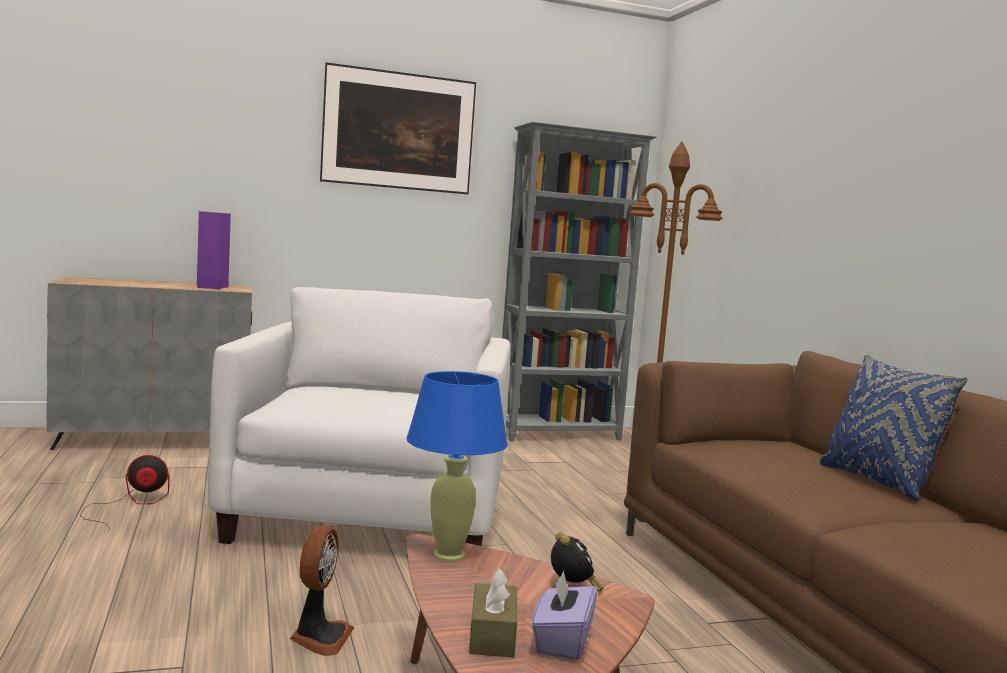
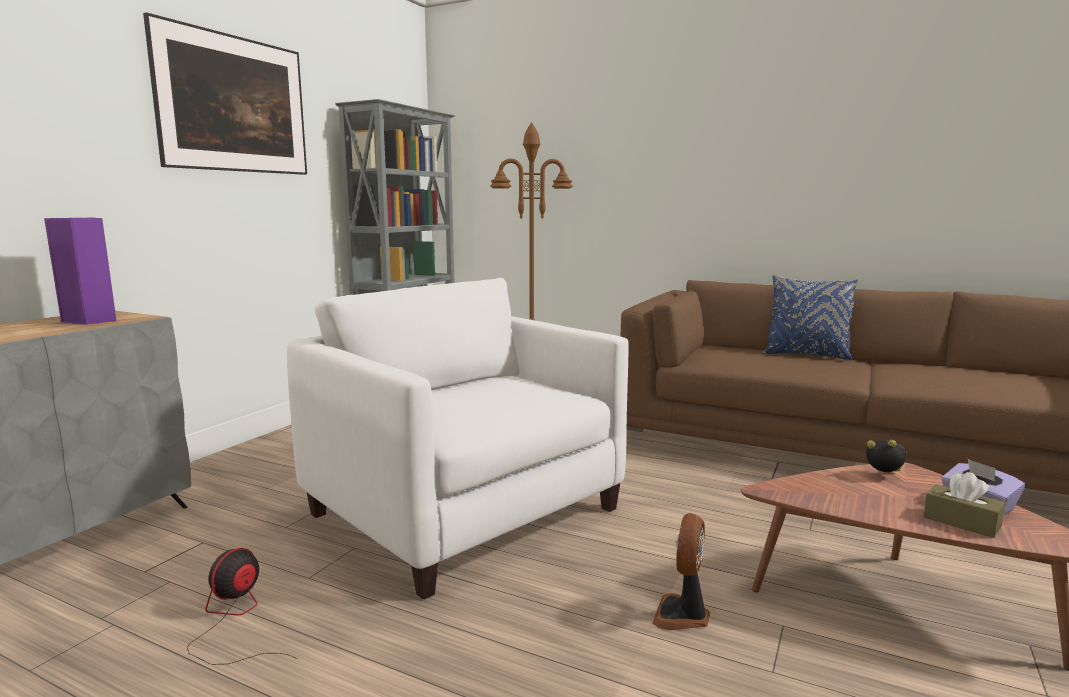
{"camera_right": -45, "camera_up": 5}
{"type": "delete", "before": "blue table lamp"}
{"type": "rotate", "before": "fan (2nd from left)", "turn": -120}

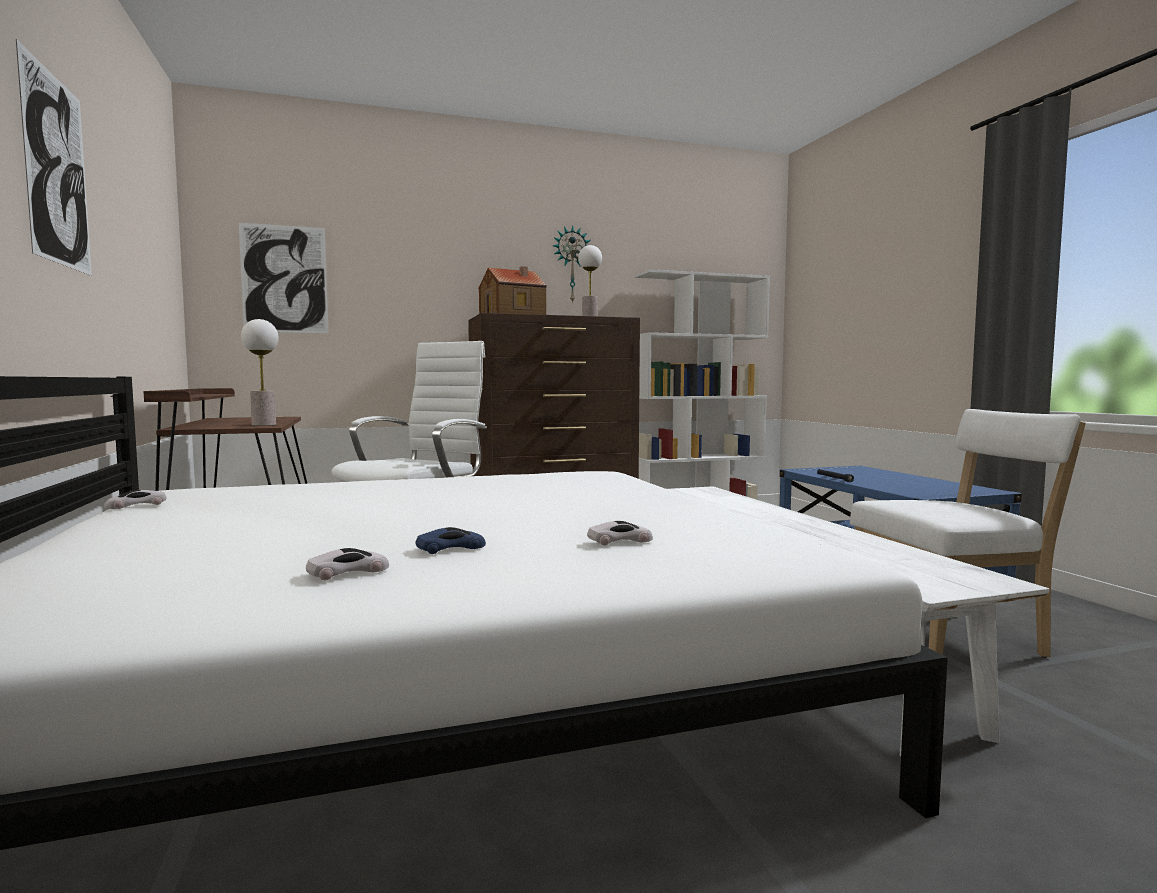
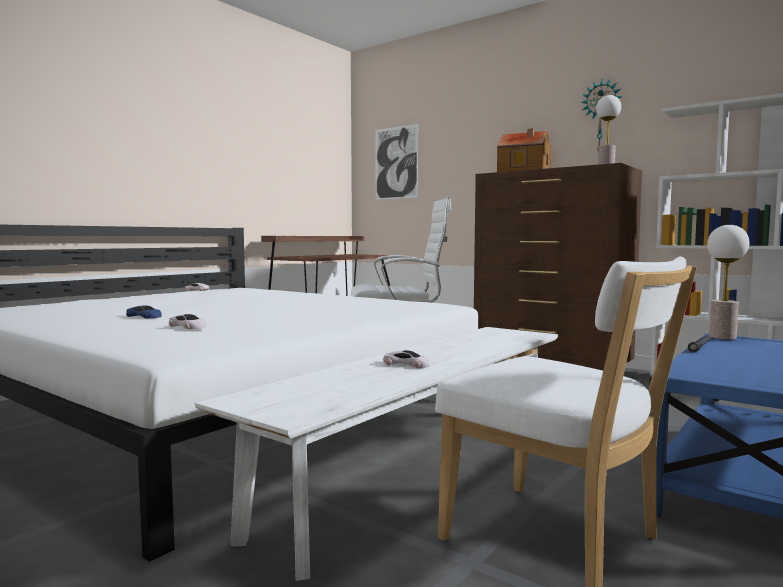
{"camera_right": 55, "camera_up": 0}
{"type": "delete", "before": "picture (1st from left)"}
{"type": "move", "before": "table lamp (1st from left in the first image)", "after": "table lamp (2nd from left)"}
{"type": "move", "before": "white toy car (2nd from left in the first image)", "after": "white toy car (3rd from left)"}

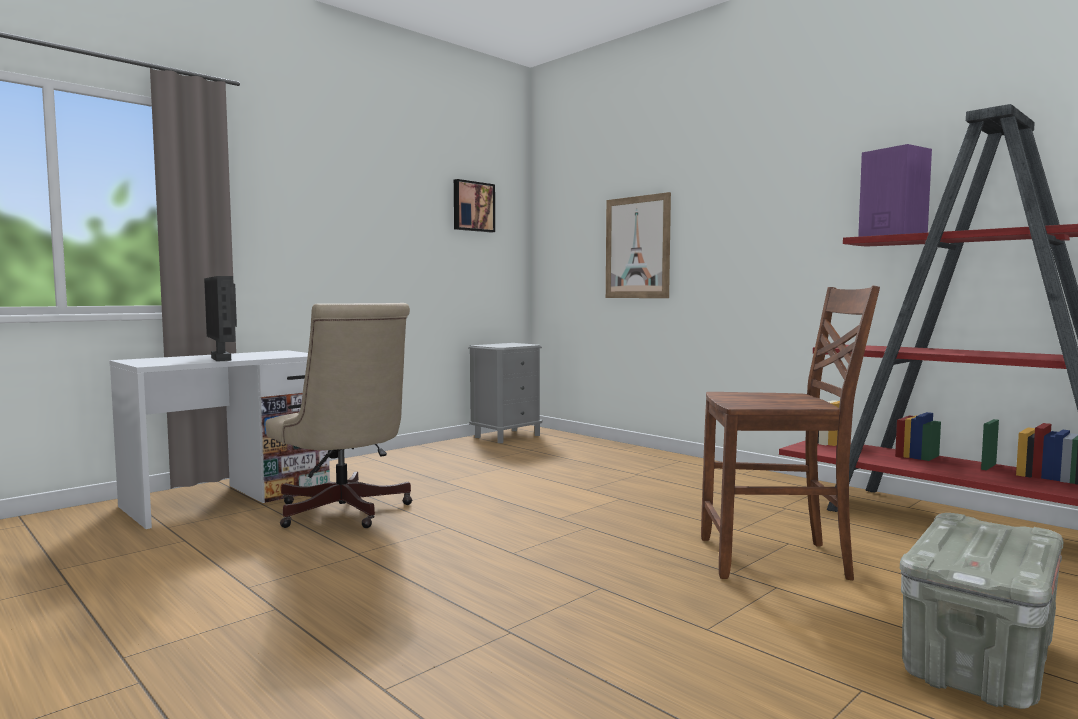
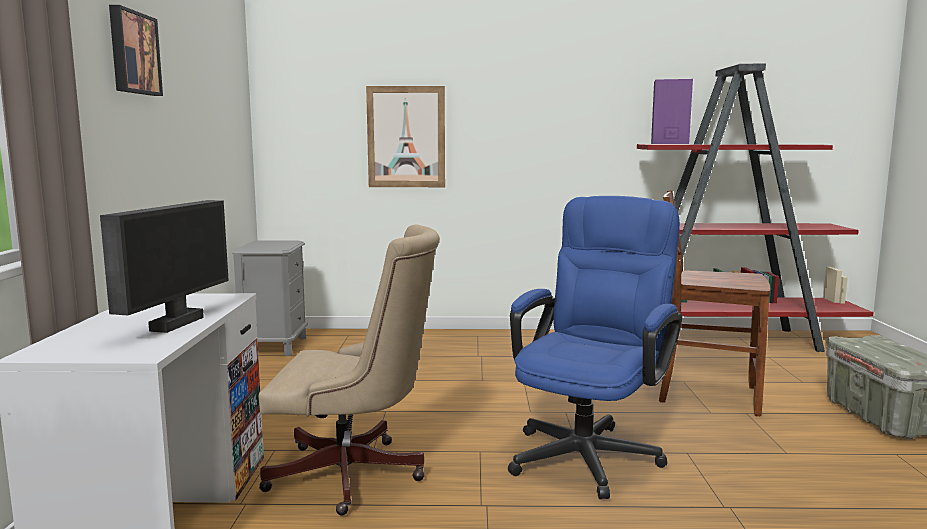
{"camera_right": -45, "camera_up": 5}
{"type": "move", "before": "picture (1st from left)"}
{"type": "rotate", "before": "monitor", "turn": -90}
{"type": "rotate", "before": "brown chair", "turn": -120}
{"type": "insert", "after": "blue office chair"}

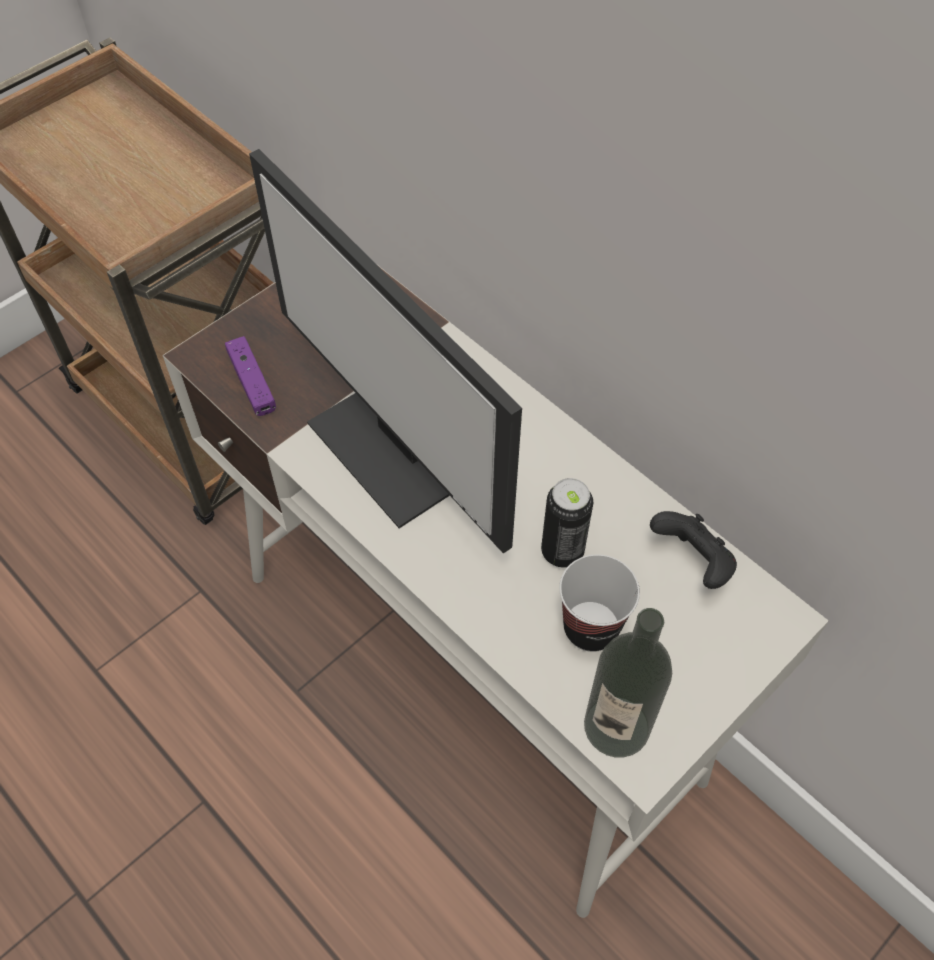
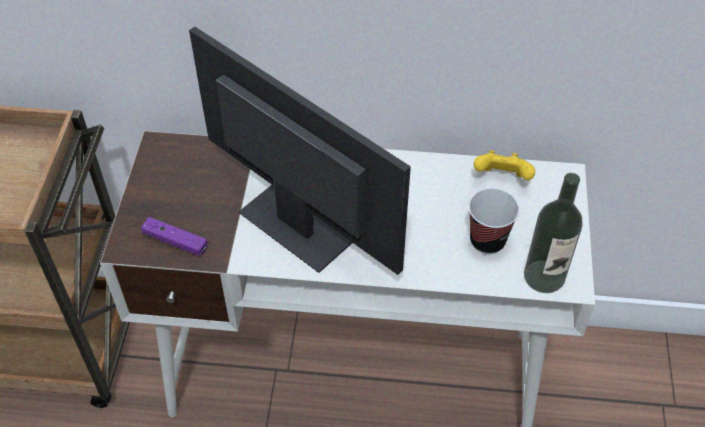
{"camera_right": -40, "camera_up": -5}
{"type": "rotate", "before": "monitor", "turn": -150}
{"type": "delete", "before": "can"}
{"type": "recolor", "before": "black game controller", "after": "yellow game controller"}

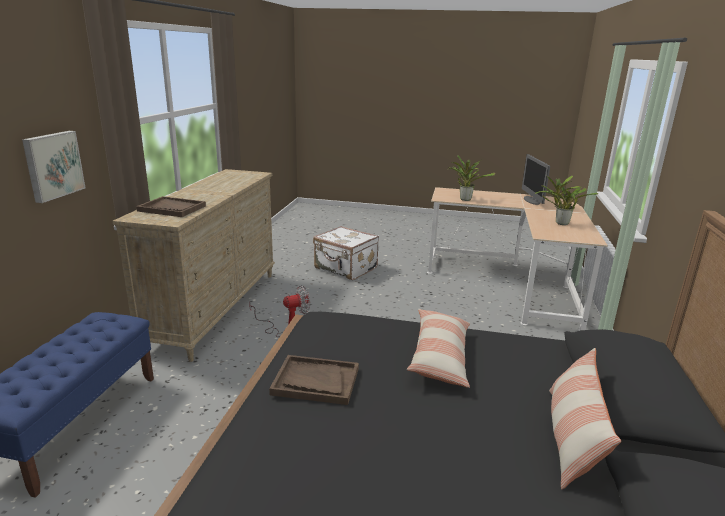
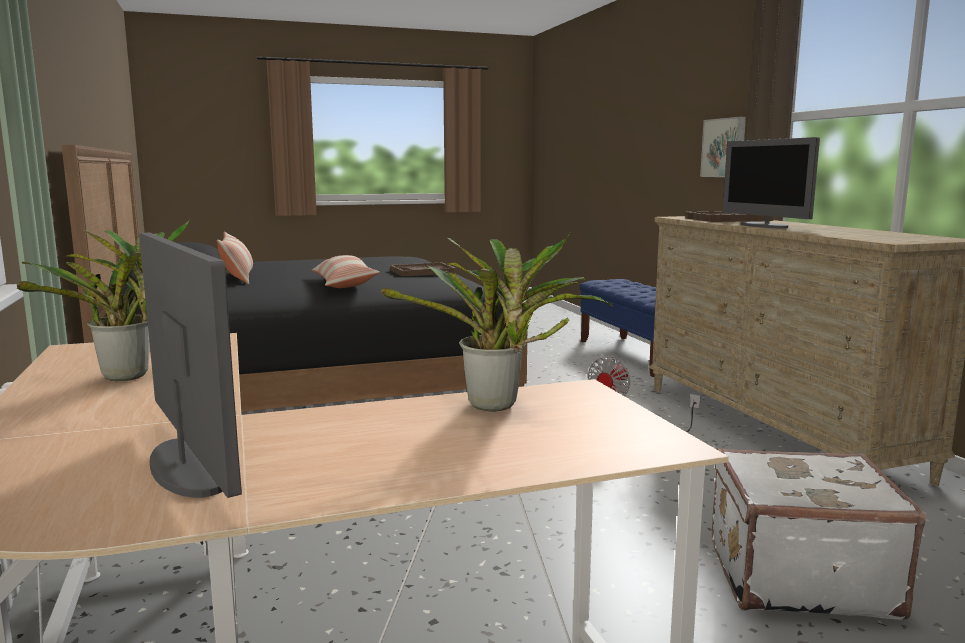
{"camera_right": 150, "camera_up": -10}
{"type": "insert", "after": "monitor (2nd from left)"}

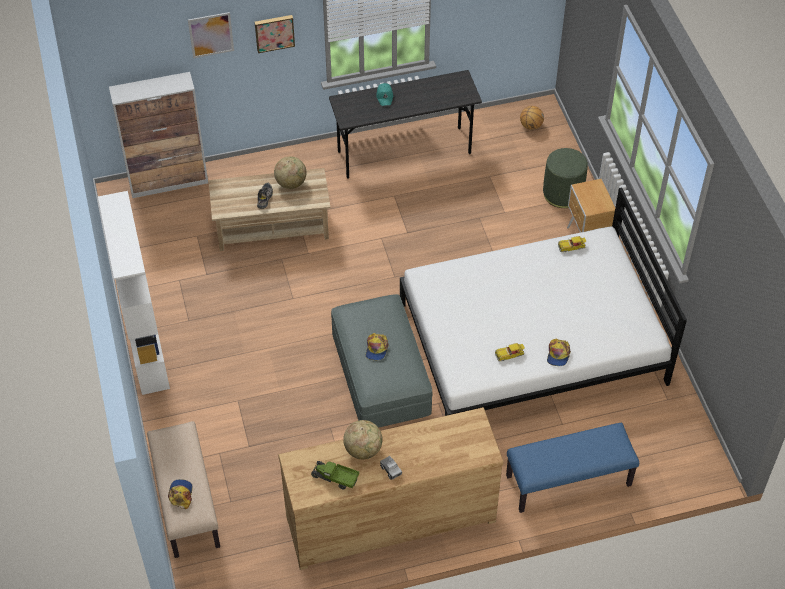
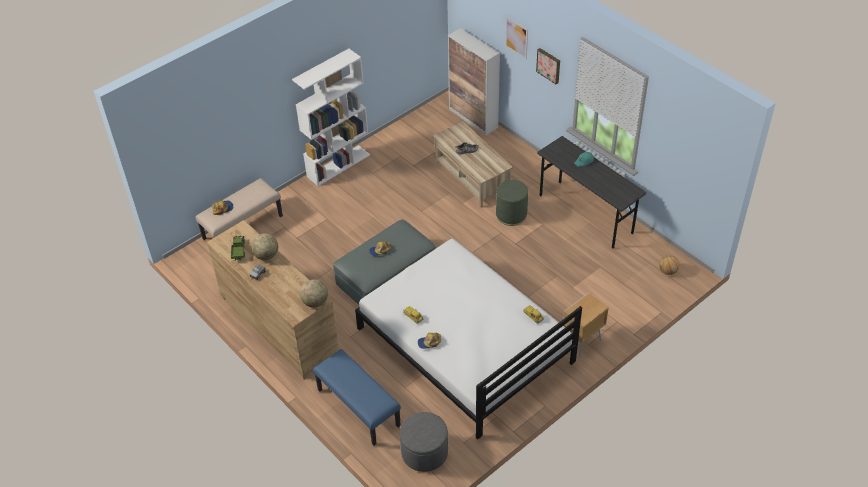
{"camera_right": 65, "camera_up": -5}
{"type": "move", "before": "green ottoman"}
{"type": "move", "before": "globe (1st from left in the first image)", "after": "globe (2nd from left)"}
{"type": "insert", "after": "grey ottoman (2nd from left)"}

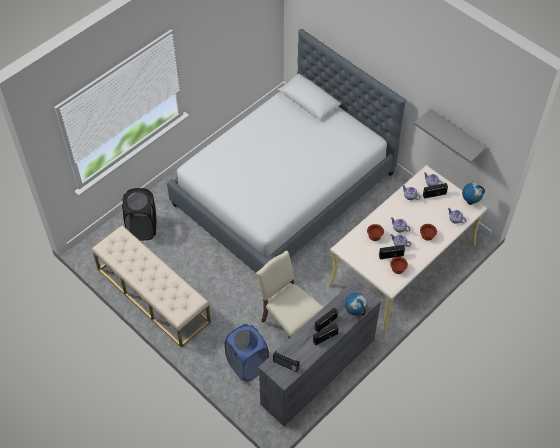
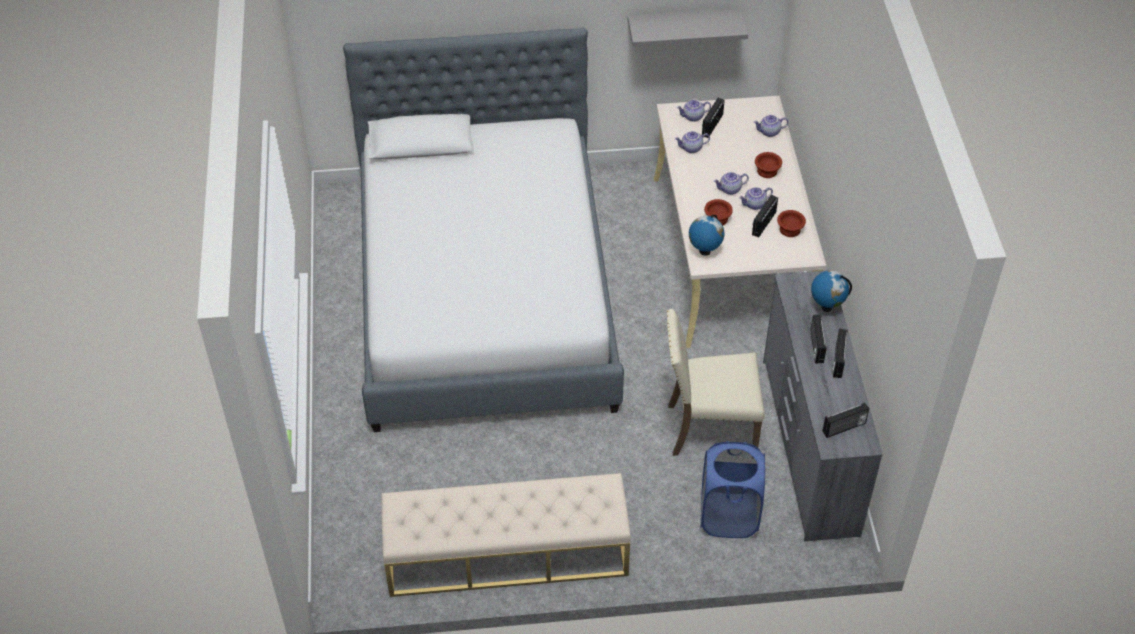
{"camera_right": -50, "camera_up": -5}
{"type": "move", "before": "globe (2nd from left in the first image)", "after": "globe (1st from left)"}
{"type": "delete", "before": "black laundry basket"}

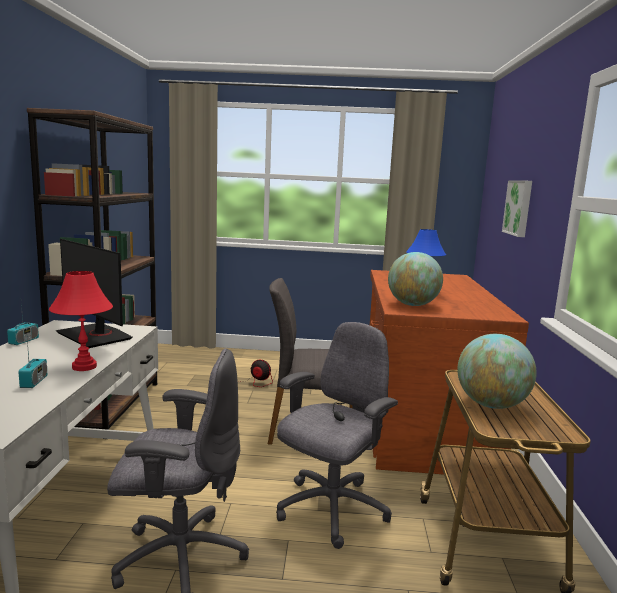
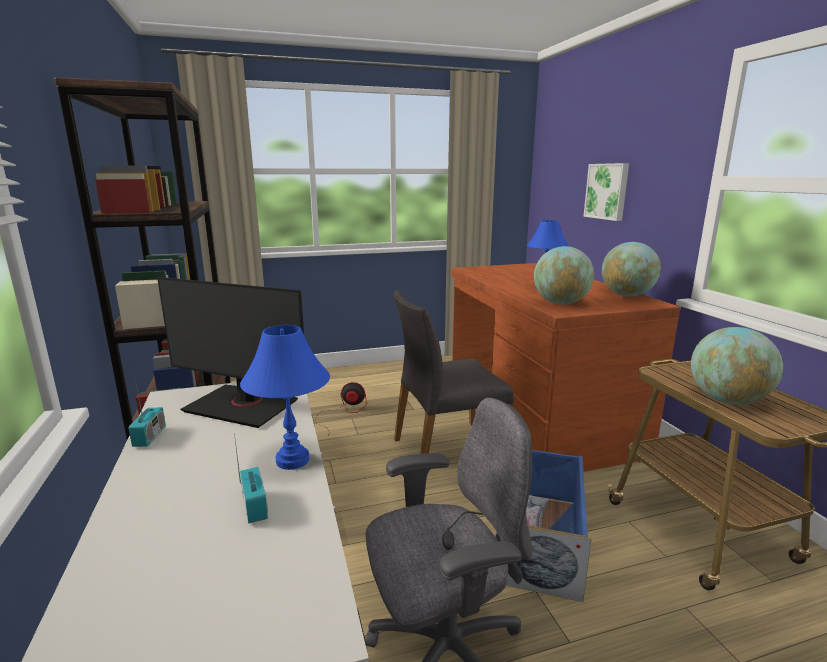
{"camera_right": -20, "camera_up": 5}
{"type": "recolor", "before": "red table lamp", "after": "blue table lamp (1st from left)"}
{"type": "replace", "before": "grey office chair (2nd from left)", "after": "blue storage box"}
{"type": "insert", "after": "globe (2nd from left)"}

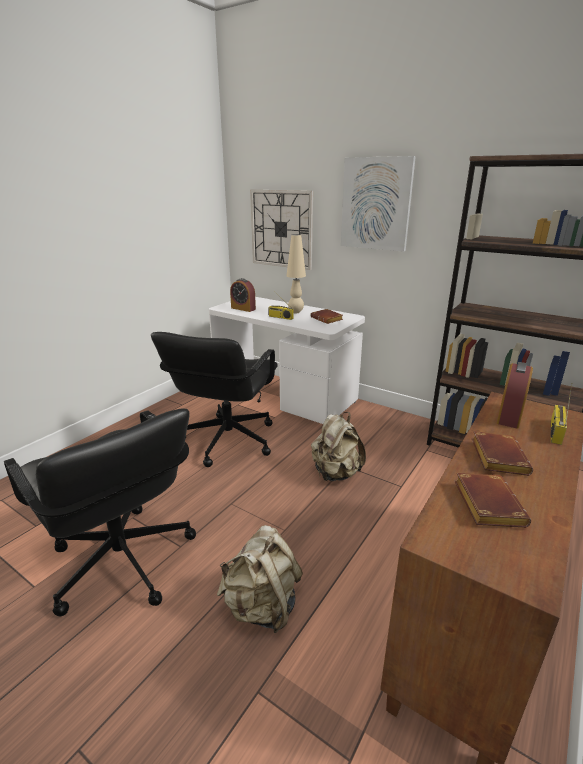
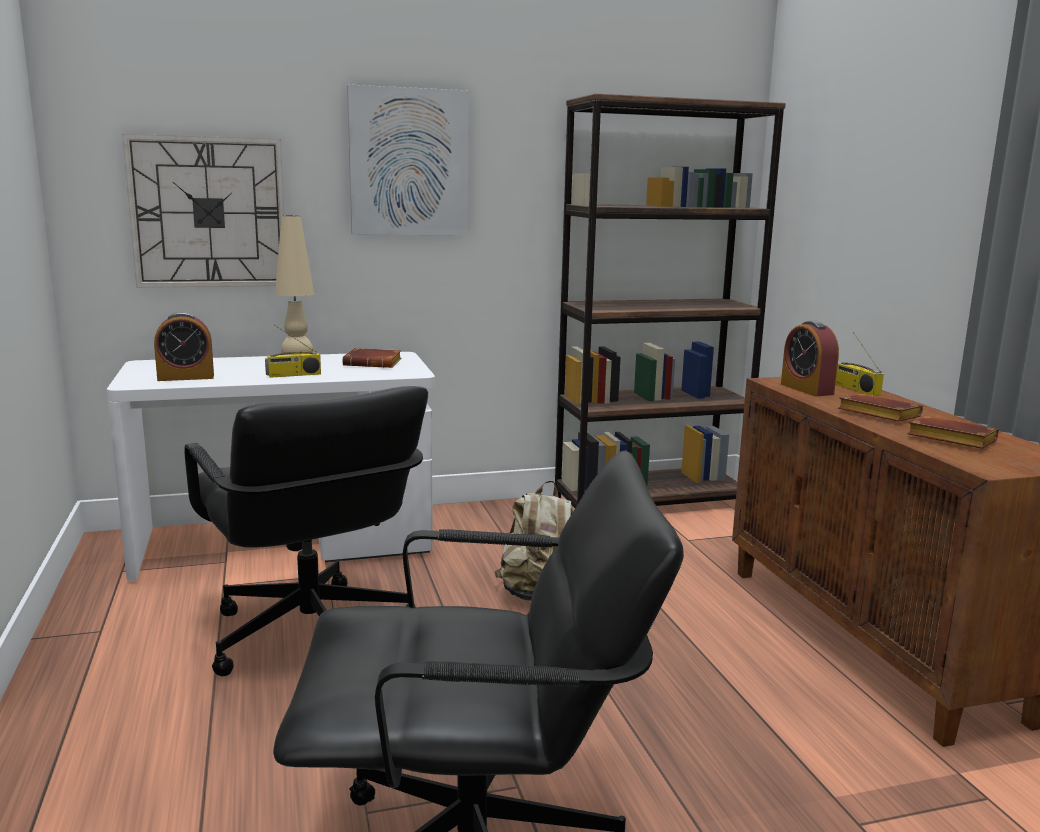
{"camera_right": -50, "camera_up": -10}
{"type": "delete", "before": "beige backpack (1st from left)"}

